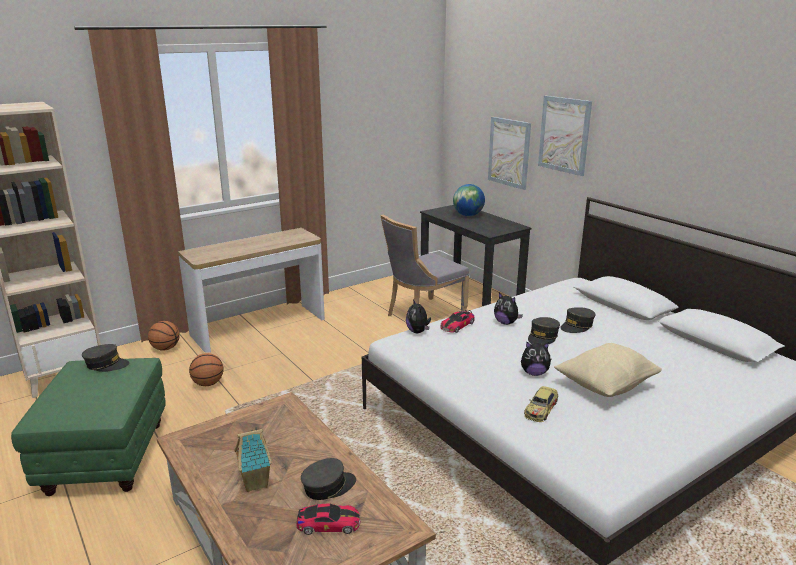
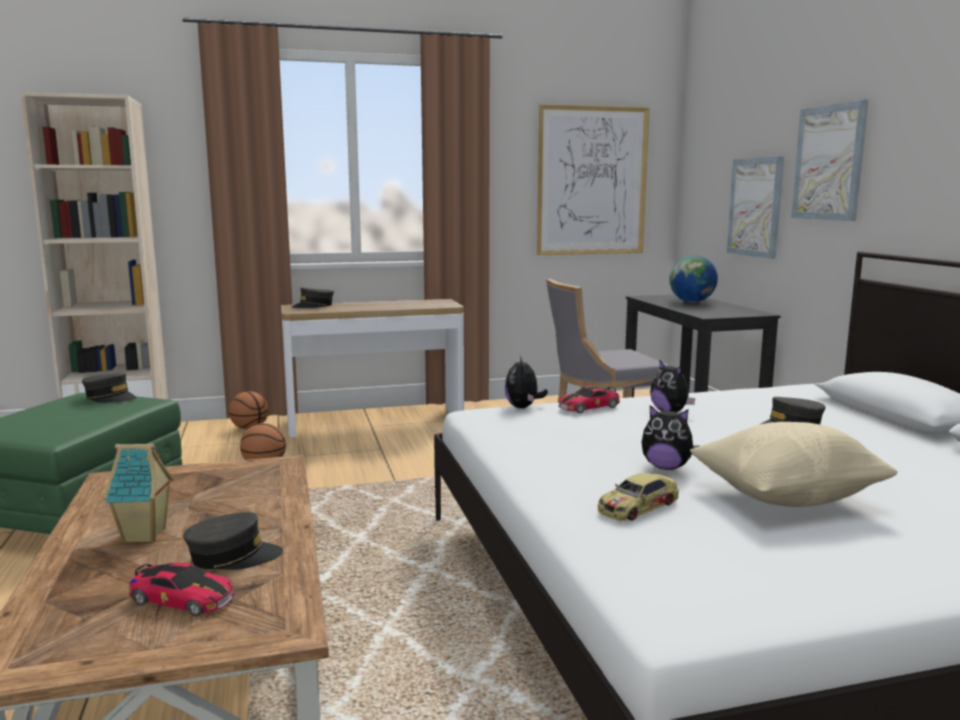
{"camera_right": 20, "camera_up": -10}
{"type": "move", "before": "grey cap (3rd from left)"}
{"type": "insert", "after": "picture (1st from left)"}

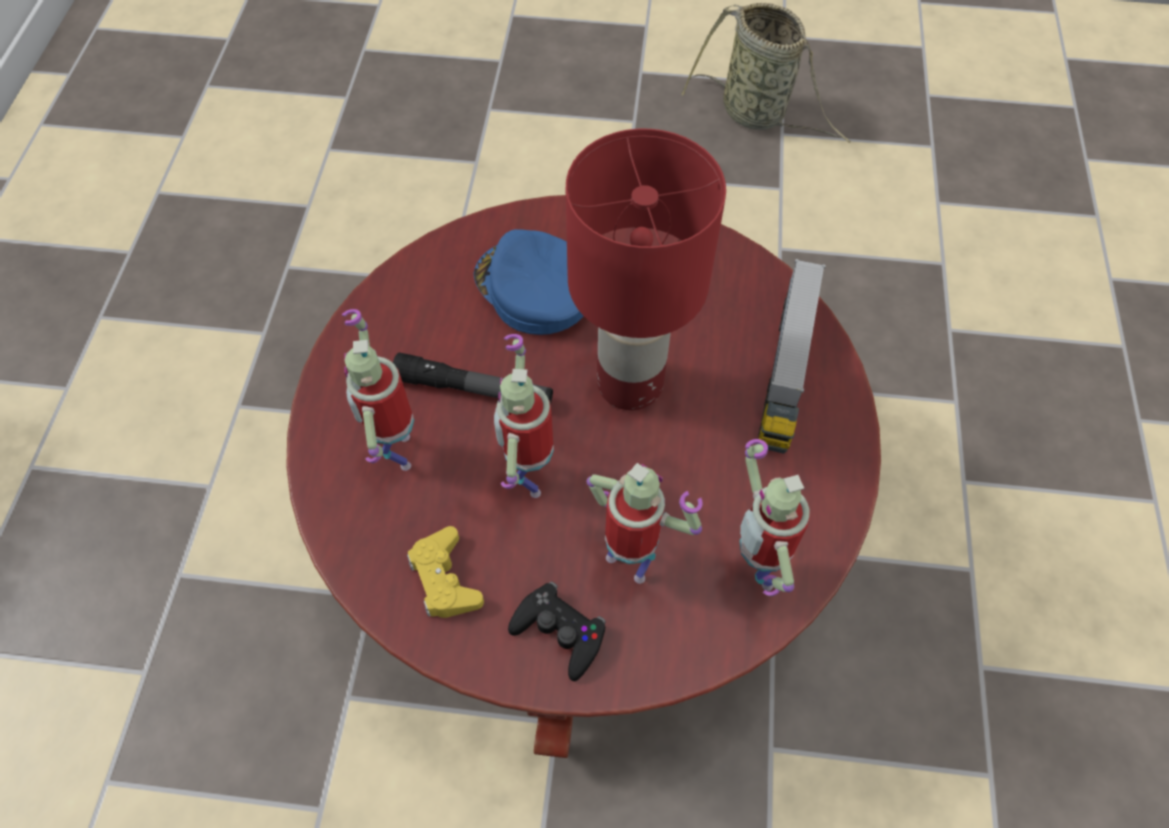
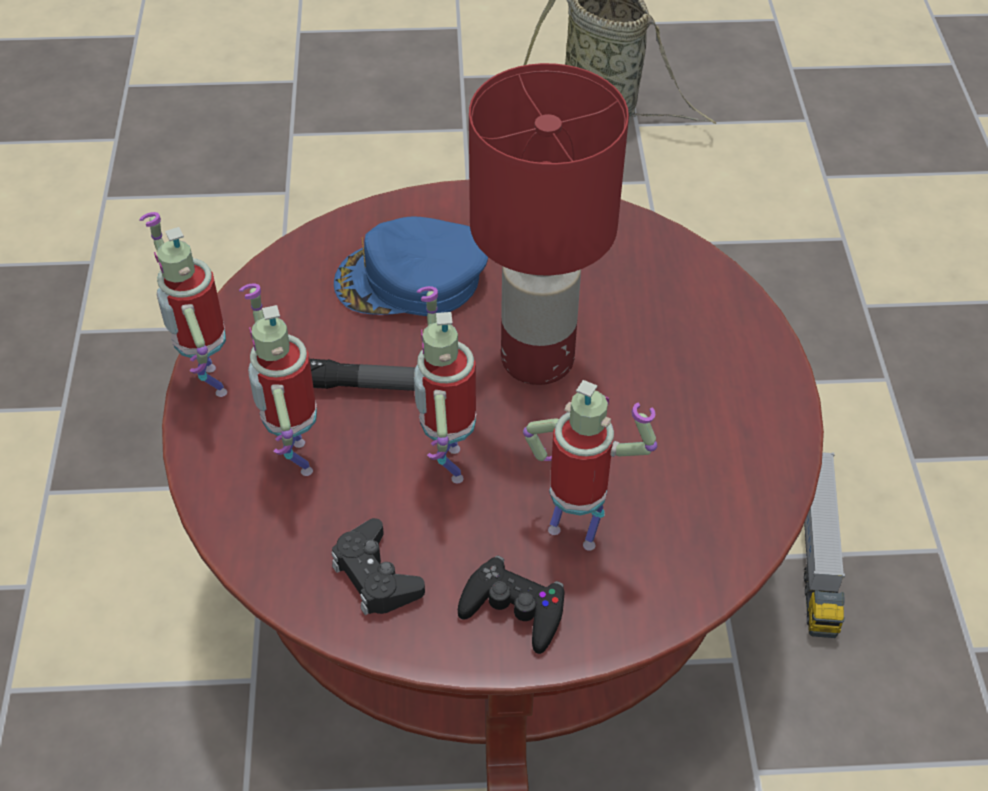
{"camera_right": -10, "camera_up": -10}
{"type": "rotate", "before": "blue cap", "turn": -45}
{"type": "move", "before": "toy truck"}
{"type": "move", "before": "toy robot (4th from left in the first image)", "after": "toy robot (1st from left)"}
{"type": "recolor", "before": "yellow game controller", "after": "black game controller (1st from left)"}

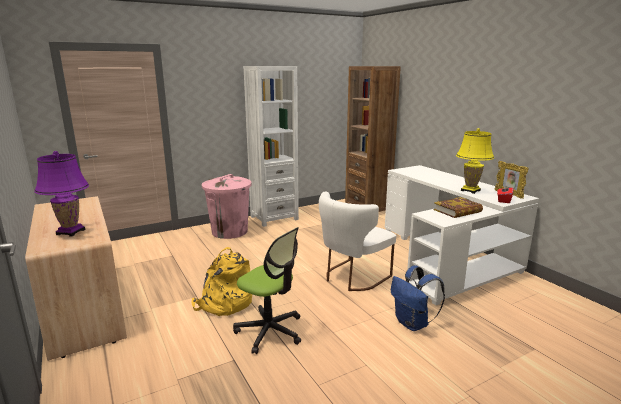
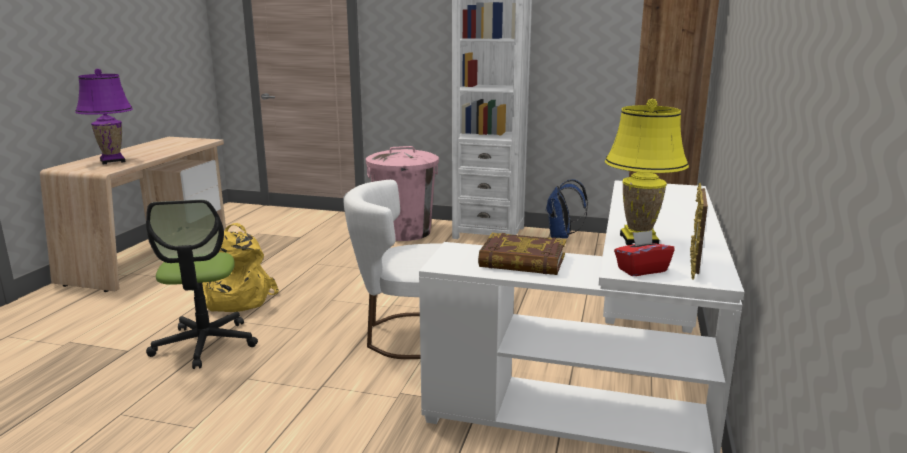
{"camera_right": 45, "camera_up": 0}
{"type": "move", "before": "blue backpack"}

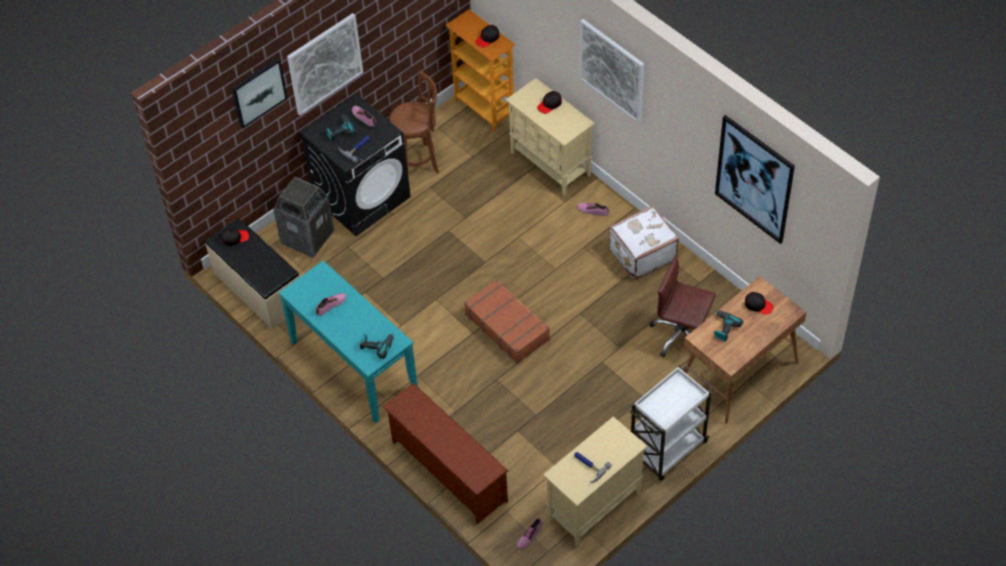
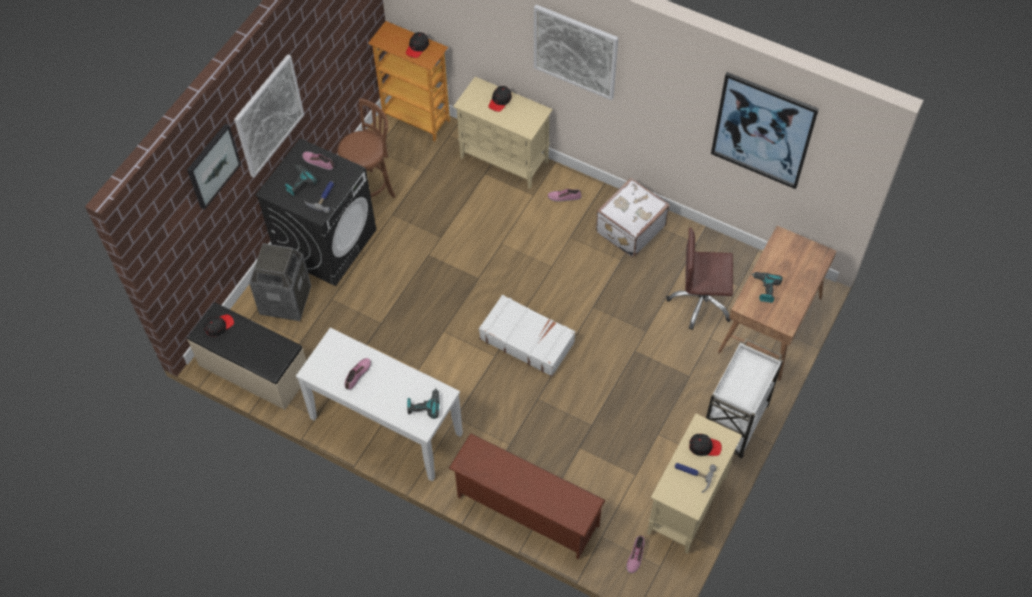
{"camera_right": -20, "camera_up": 5}
{"type": "recolor", "before": "turquoise console table", "after": "white console table"}
{"type": "recolor", "before": "brown suitcase", "after": "white suitcase (1st from left)"}
{"type": "move", "before": "black cap (4th from left)"}

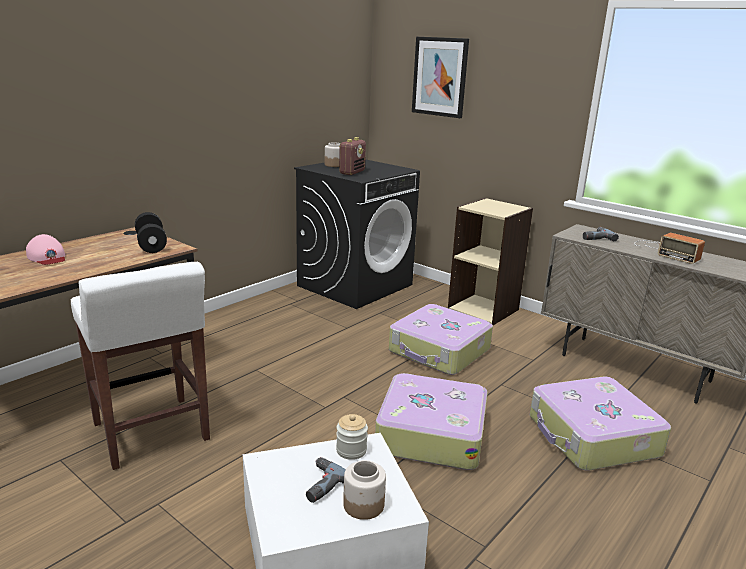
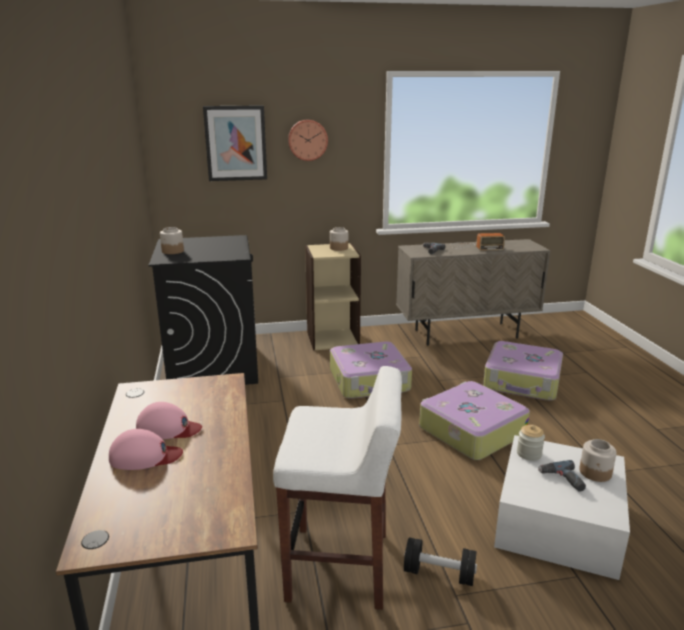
{"camera_right": -50, "camera_up": 0}
{"type": "delete", "before": "radio (1st from left)"}
{"type": "move", "before": "black dumbbell"}
{"type": "insert", "after": "wall clock"}
{"type": "insert", "after": "jar (2nd from left)"}
{"type": "insert", "after": "pink cap (2nd from left)"}

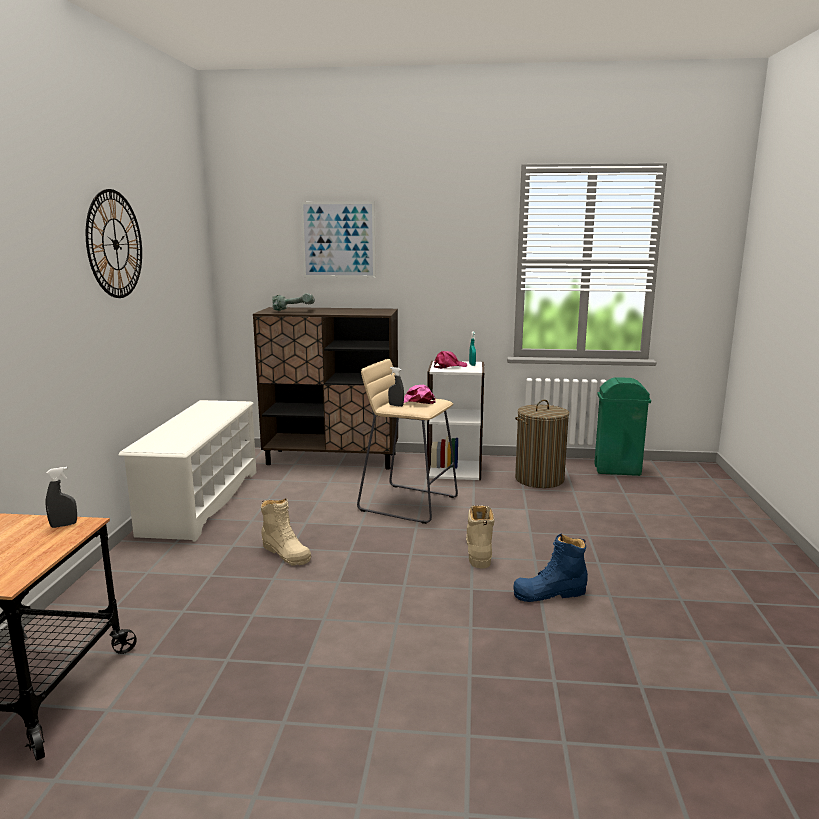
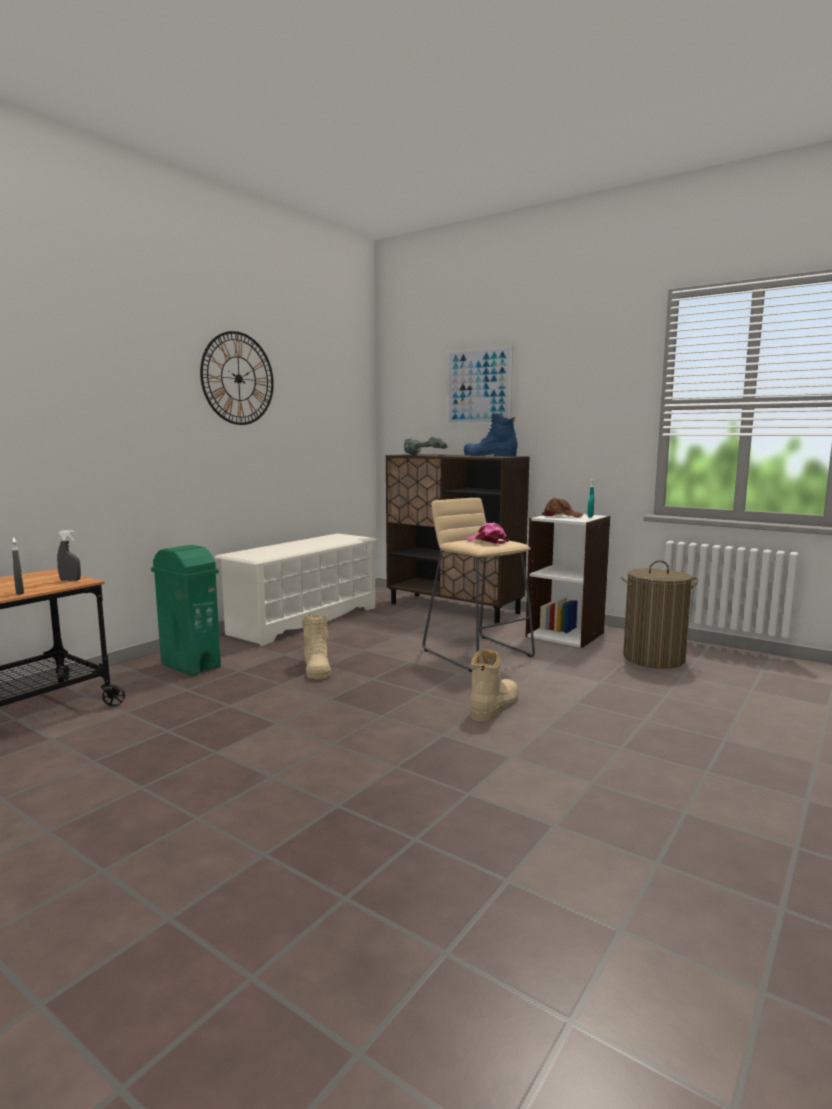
{"camera_right": 30, "camera_up": -5}
{"type": "recolor", "before": "pink cap (2nd from left)", "after": "brown cap"}
{"type": "move", "before": "grey spray bottle (2nd from left in the first image)", "after": "grey spray bottle (1st from left)"}
{"type": "move", "before": "green trash can"}
{"type": "move", "before": "blue boot"}

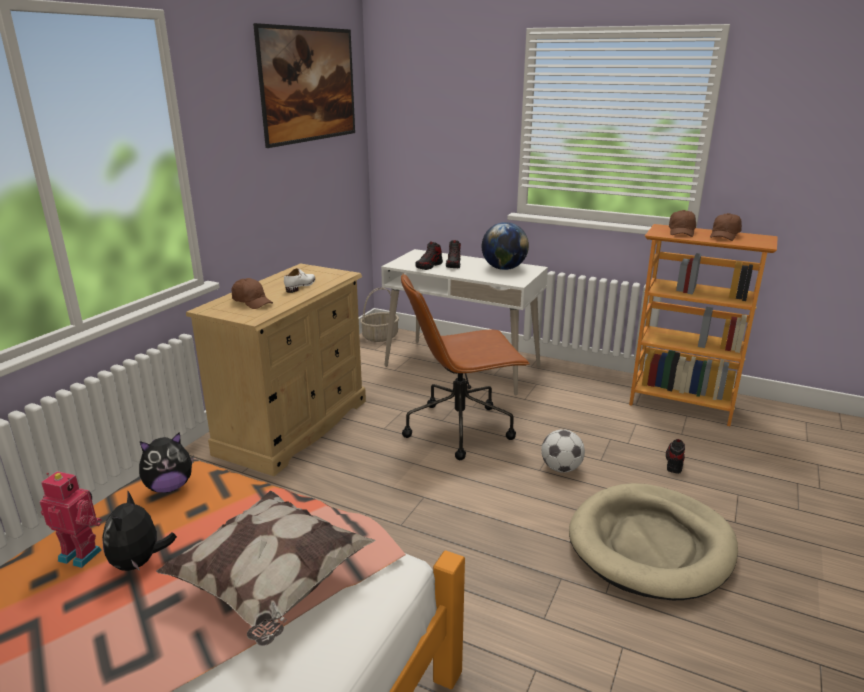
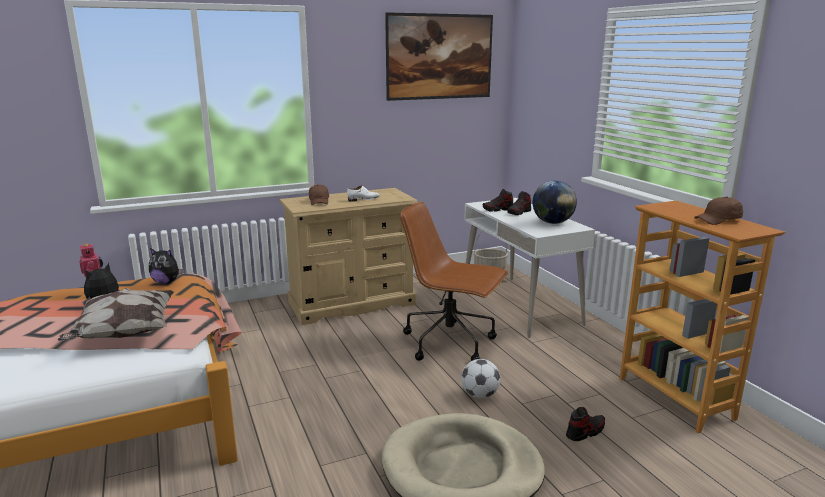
{"camera_right": 40, "camera_up": -5}
{"type": "delete", "before": "brown cap (2nd from left)"}

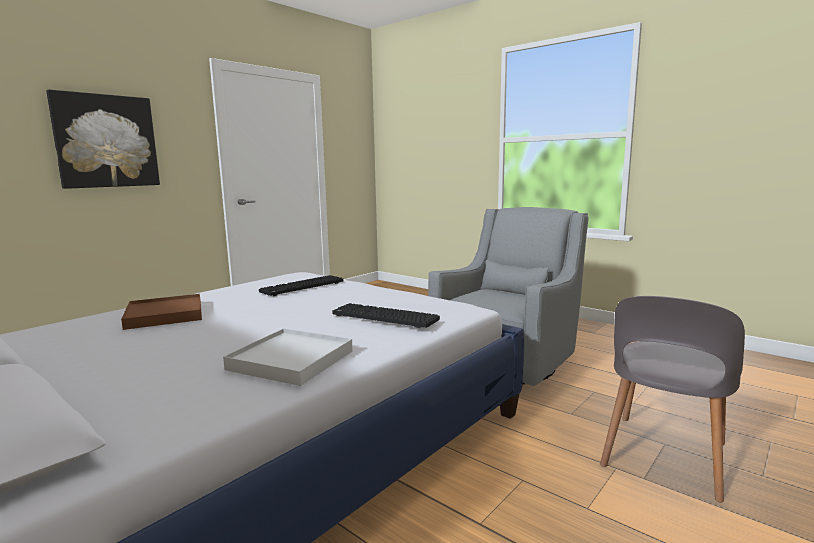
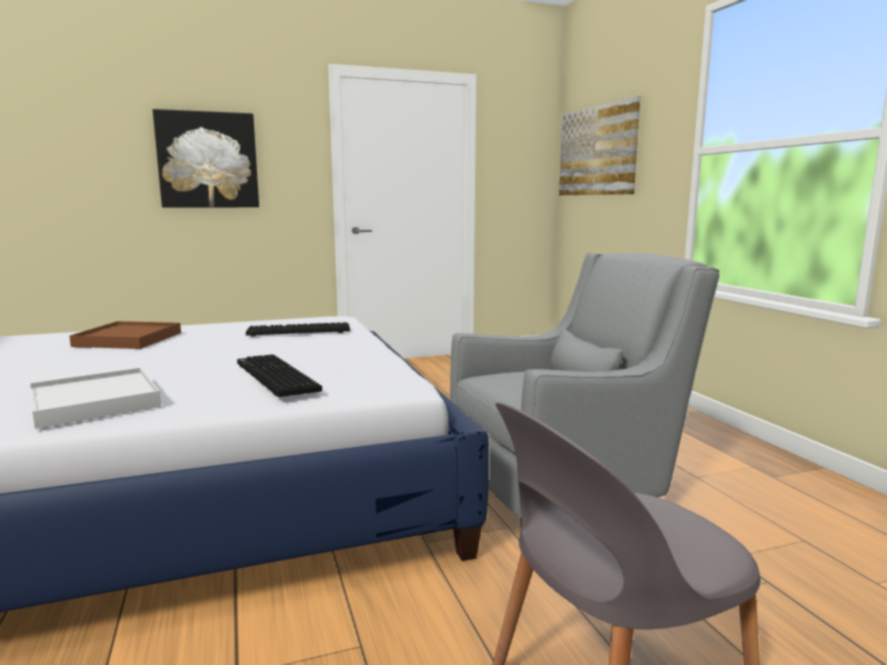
{"camera_right": 30, "camera_up": 0}
{"type": "insert", "after": "picture (2nd from left)"}

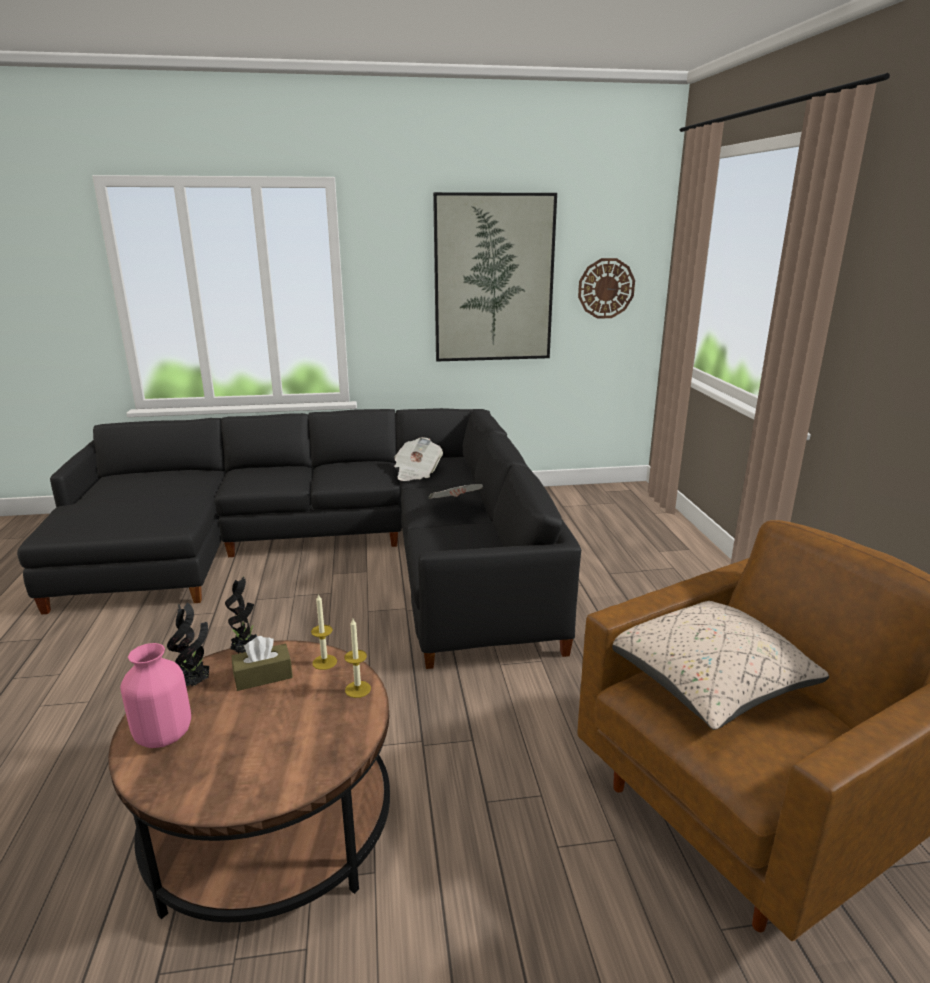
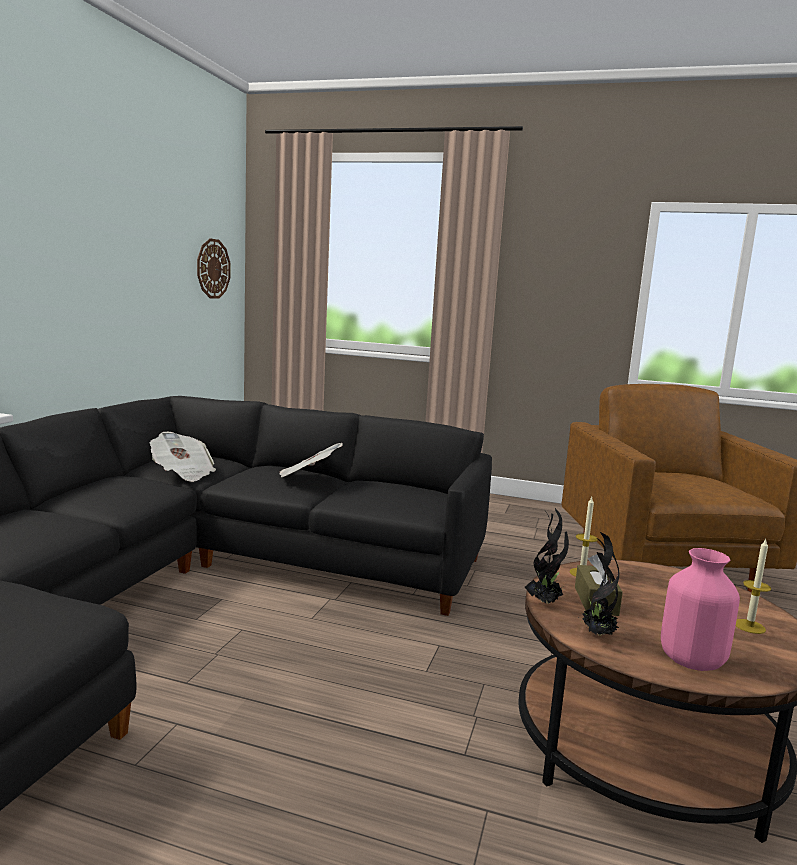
{"camera_right": -65, "camera_up": -10}
{"type": "delete", "before": "picture"}
{"type": "delete", "before": "beige pillow"}
{"type": "move", "before": "candle (2nd from left)"}

